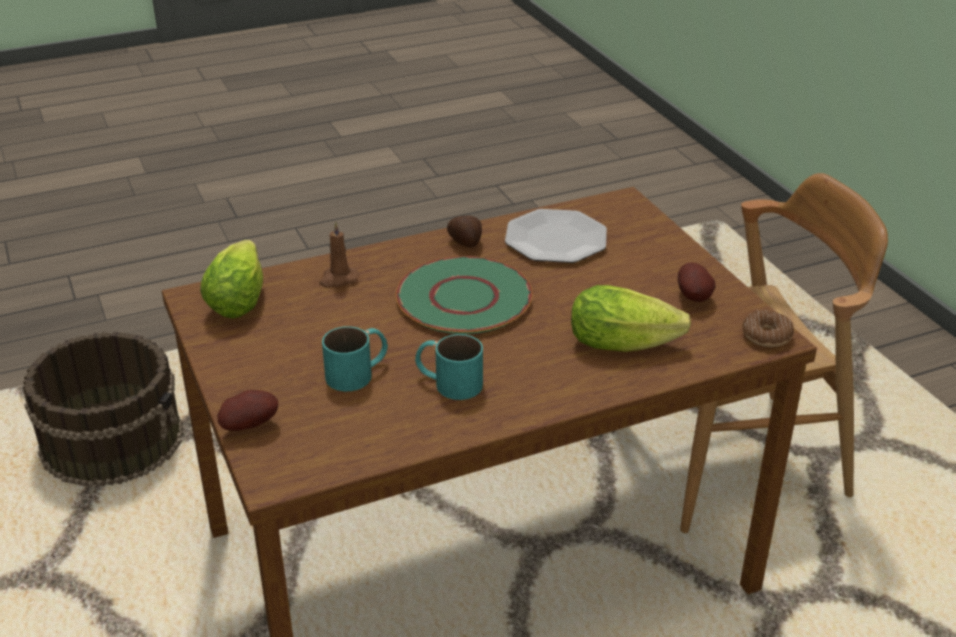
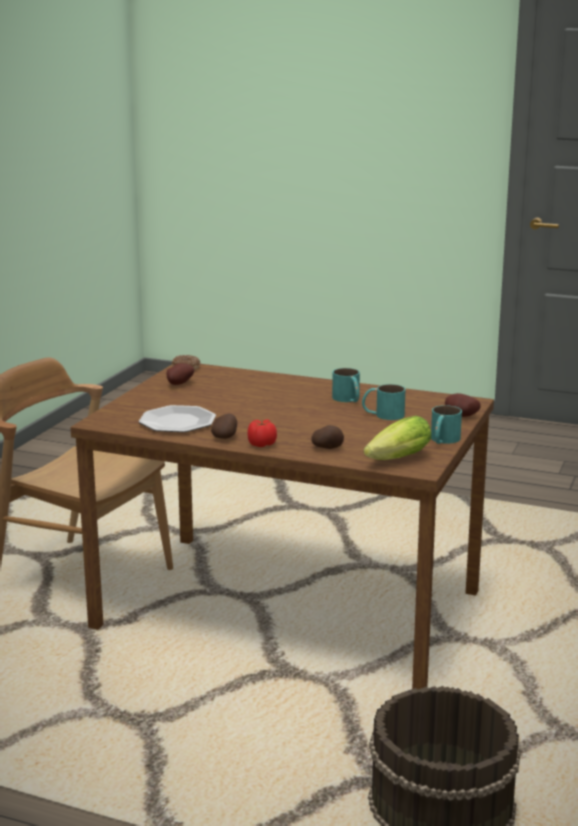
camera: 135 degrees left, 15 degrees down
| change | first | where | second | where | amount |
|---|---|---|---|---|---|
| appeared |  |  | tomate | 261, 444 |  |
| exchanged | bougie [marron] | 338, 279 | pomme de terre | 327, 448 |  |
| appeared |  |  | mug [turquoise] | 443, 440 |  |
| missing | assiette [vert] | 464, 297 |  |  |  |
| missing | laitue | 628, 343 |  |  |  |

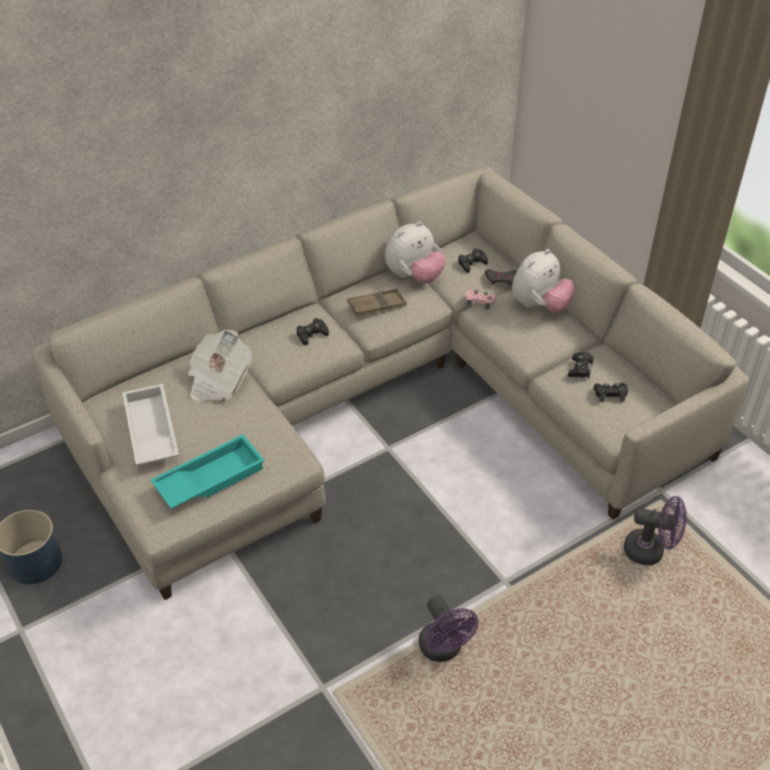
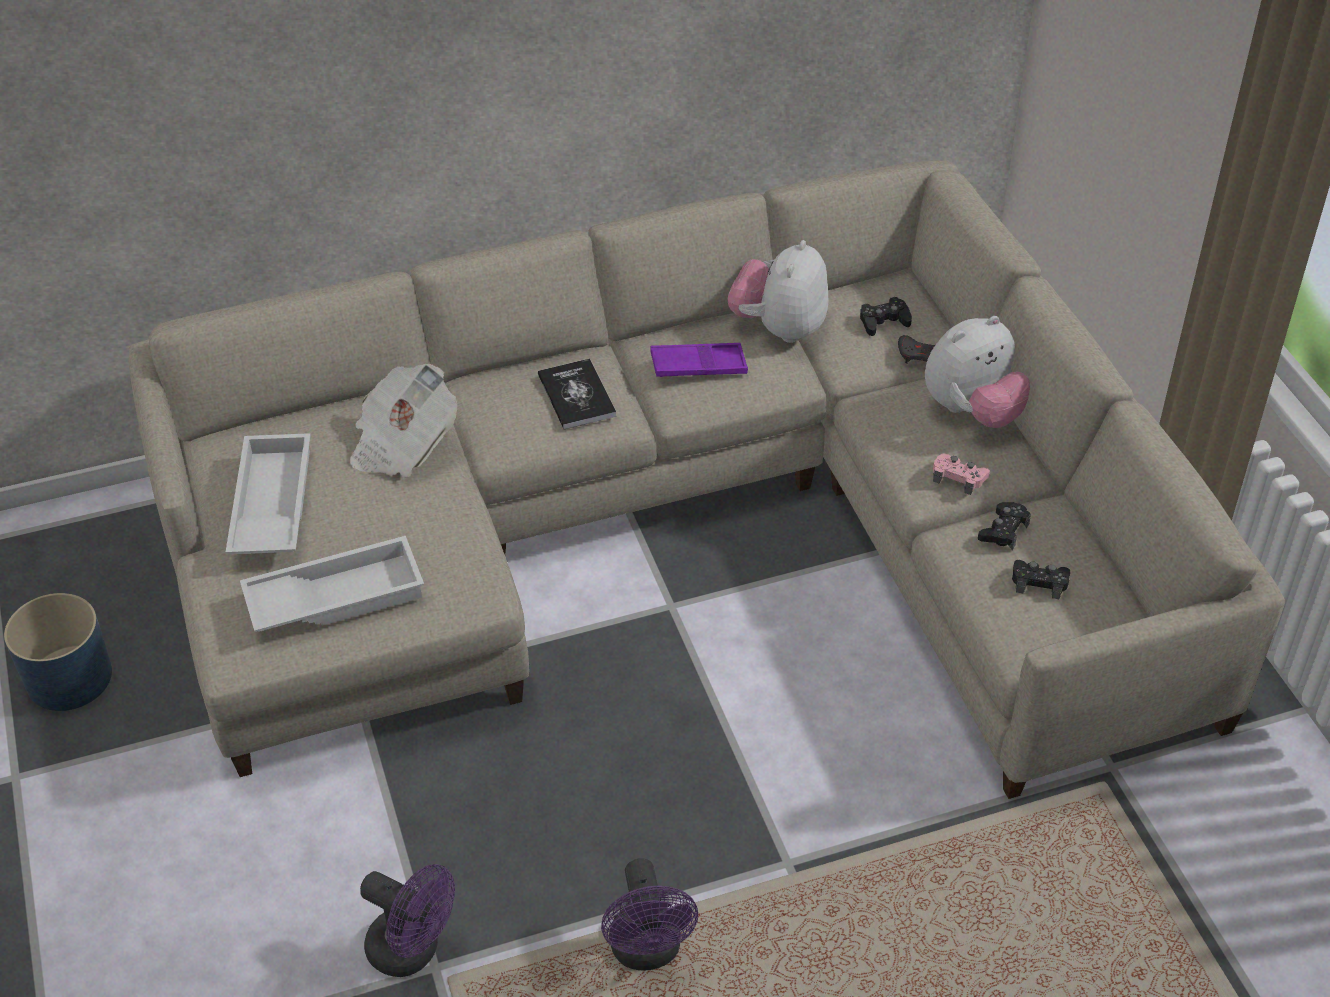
camera: 15 degrees right, 0 degrees up
| change | first | where | second | where | amount |
|---|---|---|---|---|---|
| colour | plateau [turquoise] | 210, 477 | plateau [blanc] | 336, 595 |  |
| relocated | ventilateur [violet] | 650, 551 |  | 413, 951 |  |
| exchanged | manette [noir] | 312, 334 | livre | 576, 395 |  |
| colour | plateau [marron] | 377, 305 | plateau [violet] | 698, 366 |  |
| spun | peluche | 414, 276 |  | 779, 328 | 135 degrees clockwise |
| relocated | manette [rose] | 480, 302 |  | 959, 477 |  |

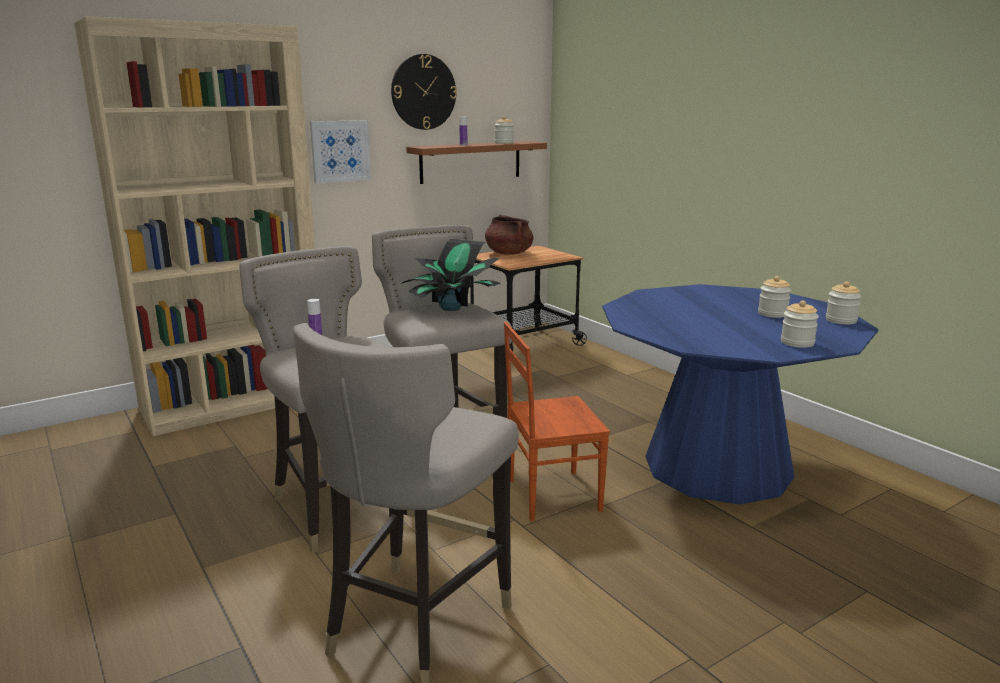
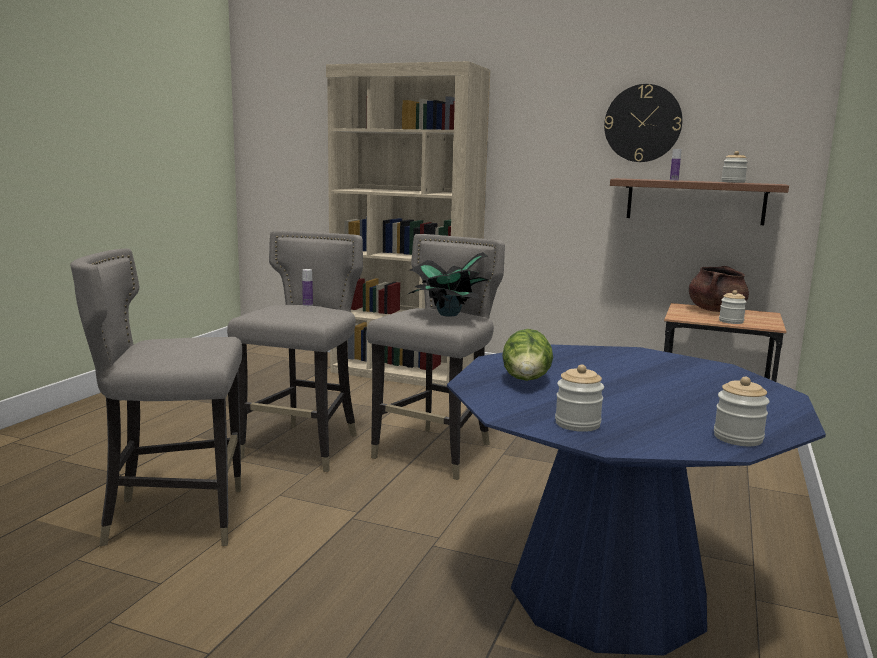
camera: 55 degrees right, 5 degrees down
| change | first | where | second | where | amount |
|---|---|---|---|---|---|
| appeared |  |  | laitue | 526, 381 |  |
| relocated | bocal | 772, 314 |  | 731, 321 |  |
| missing | tableau | 340, 151 |  |  |  |
| missing | chaise [marron] | 551, 494 |  |  |  |

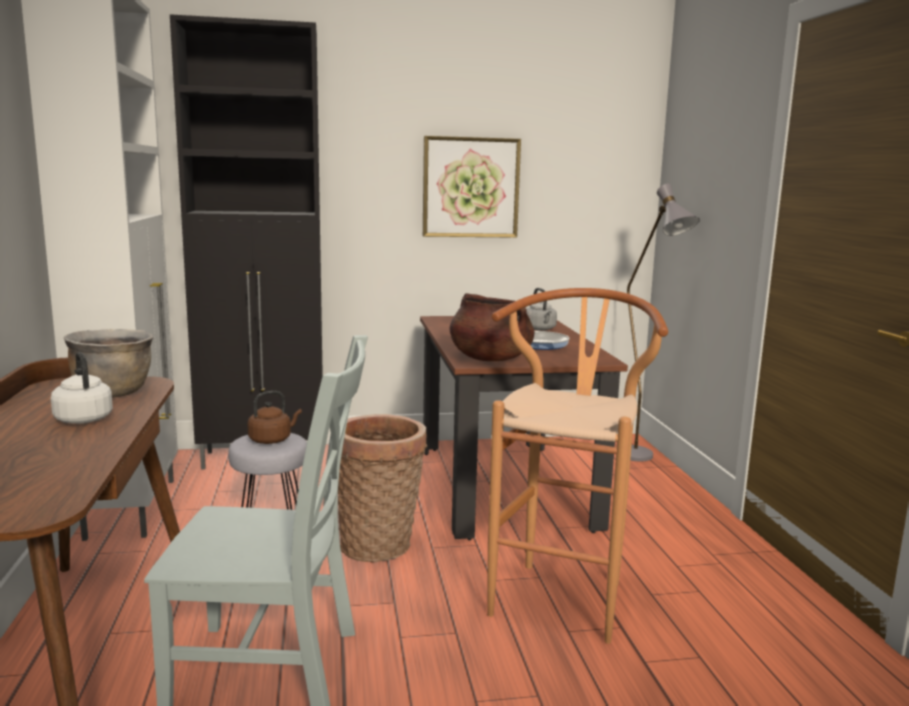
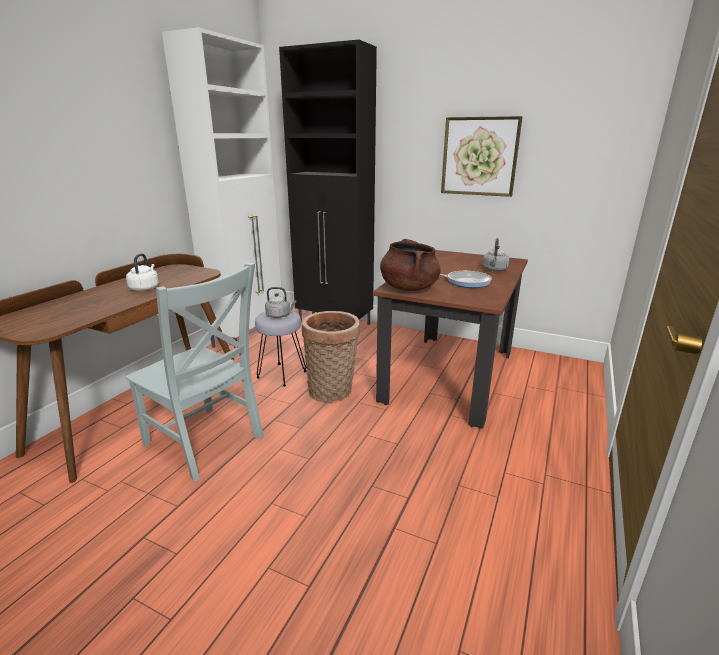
camera: 35 degrees right, 10 degrees up
| change | first | where | second | where | amount |
|---|---|---|---|---|---|
| colour | bouilloire [marron] | 272, 440 | bouilloire [gris] | 280, 315 |  |
| missing | marmite [marron] | 113, 393 |  |  |  |
| missing | tabouret [marron] | 563, 593 |  |  |  |
| missing | lampadaire [gris] | 643, 459 |  |  |  |

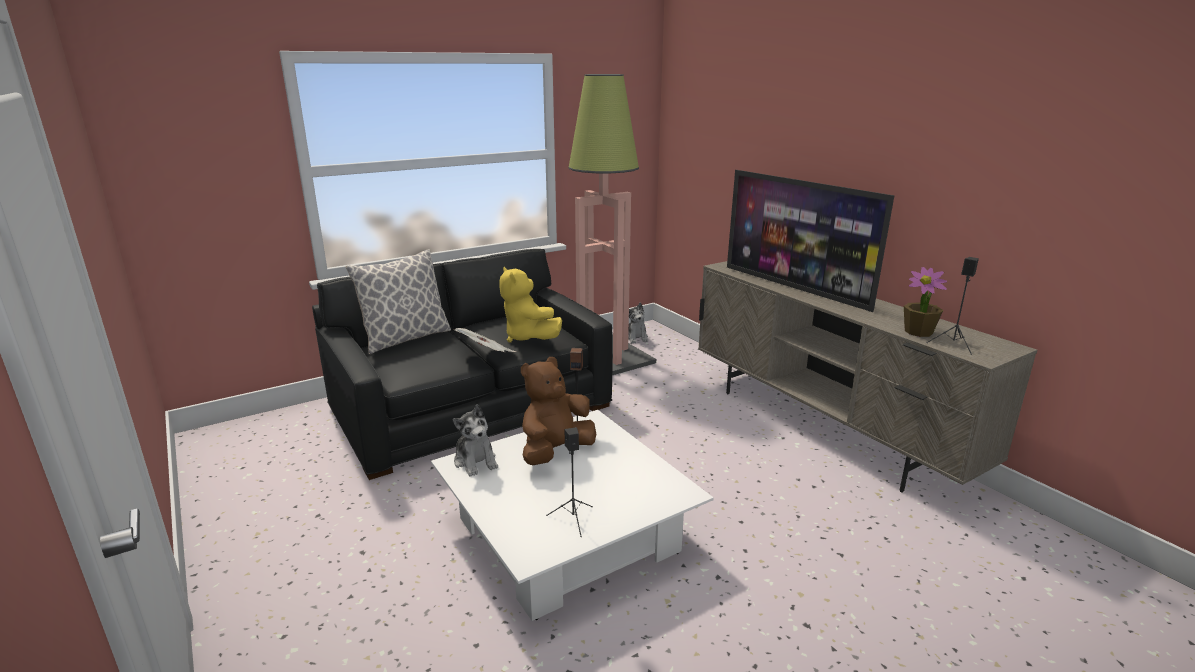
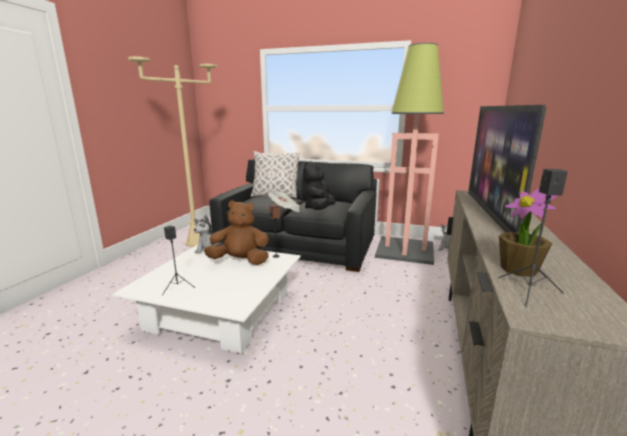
camera: 50 degrees right, 5 degrees down
| change | first | where | second | where | amount |
|---|---|---|---|---|---|
| appeared |  |  | lampadaire [beige] | 195, 243 |  |
| colour | peluche [jaune] | 528, 337 | peluche [noir] | 319, 209 |  |

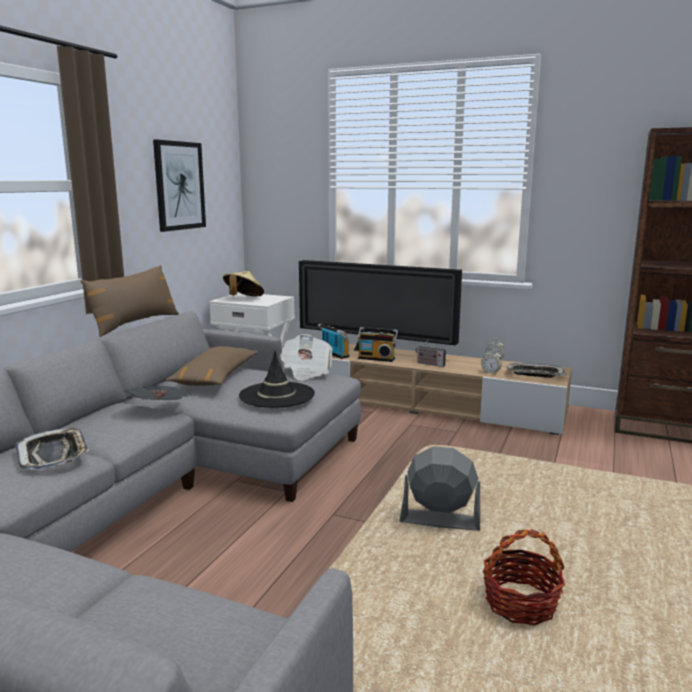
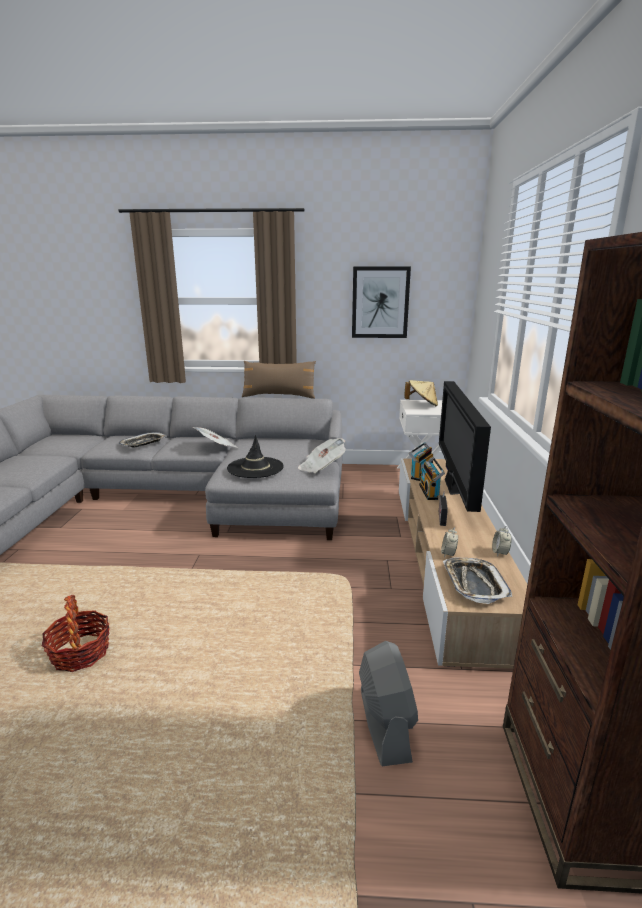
camera: 70 degrees right, 5 degrees up
| change | first | where | second | where | amount |
|---|---|---|---|---|---|
| relocated | ventilateur [gris] | 439, 521 |  | 384, 724 |  |
| missing | coussin [marron] | 215, 377 |  |  |  |

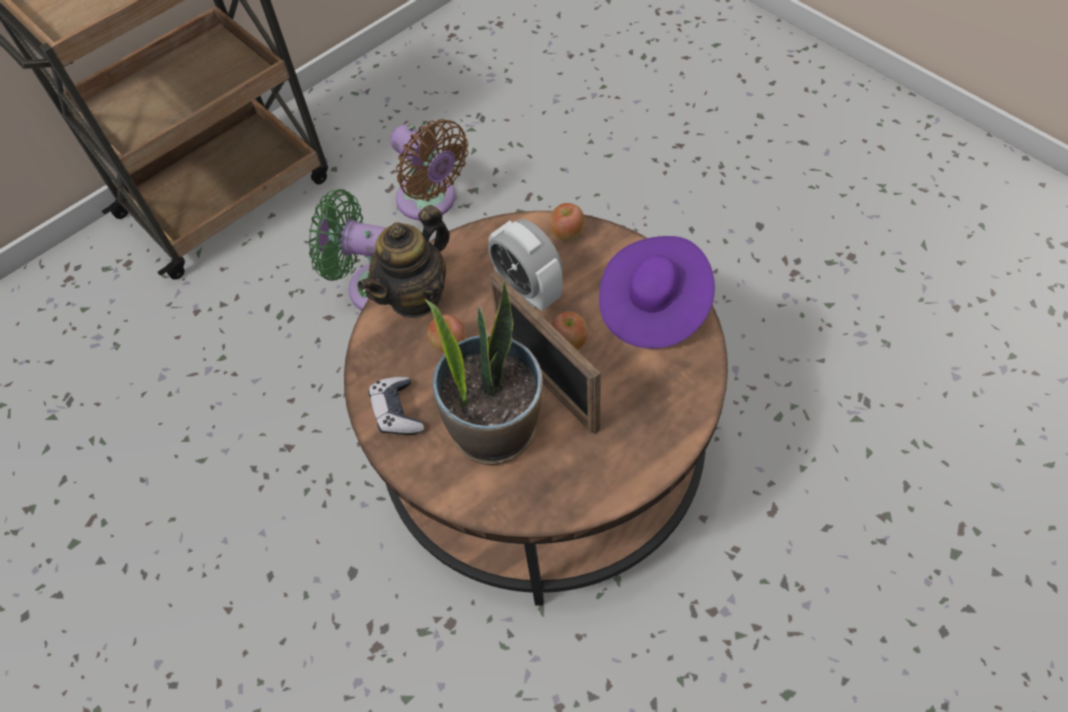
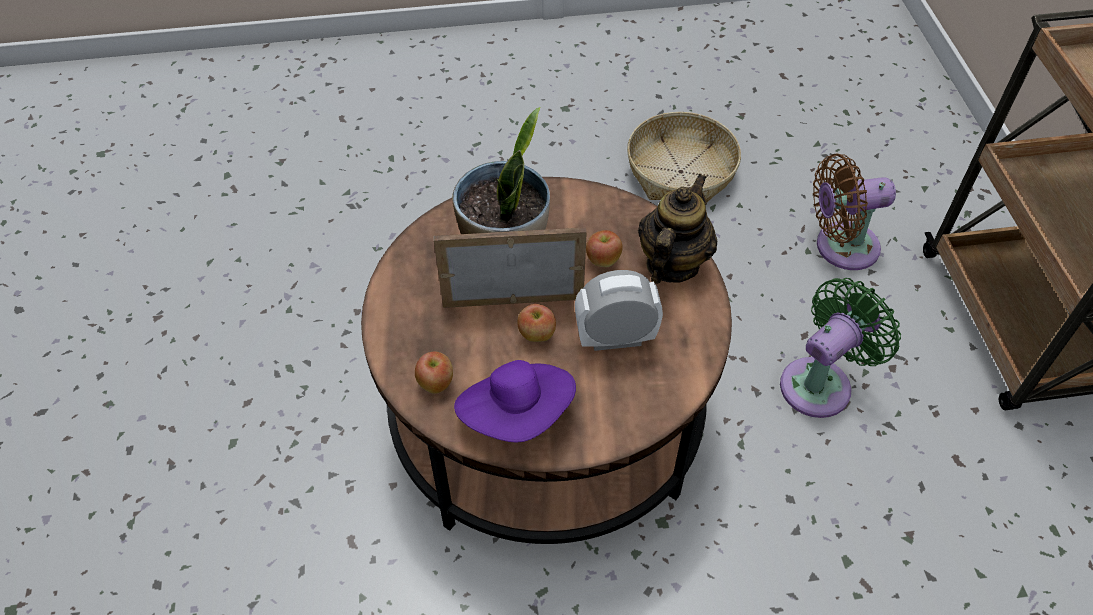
camera: 120 degrees right, 5 degrees down
| change | first | where | second | where | amount |
|---|---|---|---|---|---|
| relocated | pomme | 567, 233 |  | 436, 383 |  |
| appeared |  |  | panier | 680, 172 |  |
| spun | théière | 416, 296 |  | 672, 264 | 45 degrees clockwise |
| relocated | ventilateur [marron] | 430, 201 |  | 840, 247 |  |
| missing | manette | 397, 412 |  |  |  |

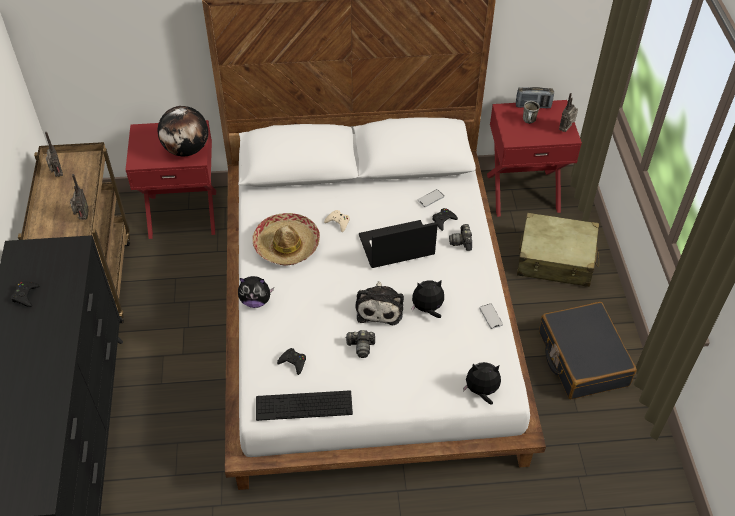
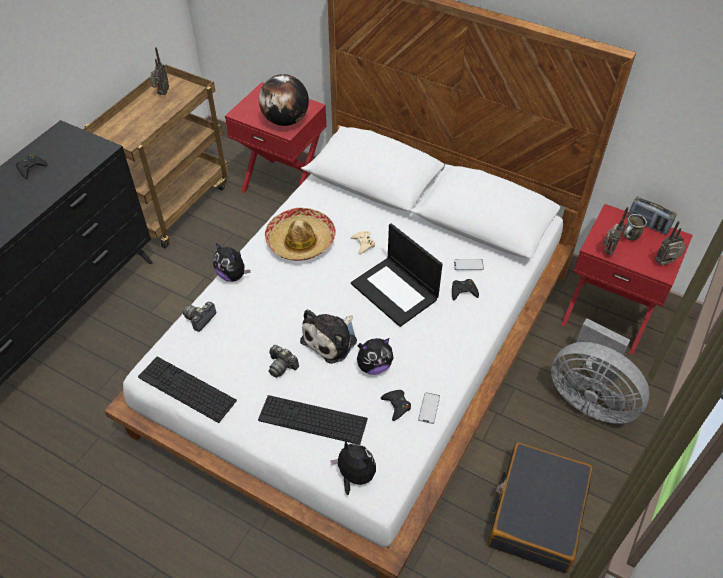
camera: 35 degrees right, 0 degrees up
| change | first | where | second | where | amount |
|---|---|---|---|---|---|
| relocated | appareil photo | 462, 242 |  | 200, 319 |  |
| appeared |  |  | clavier | 312, 419 |  |
| spun | ordinateur portable | 396, 246 |  | 395, 291 | 150 degrees counterclockwise |
| spun | peluche | 427, 309 |  | 374, 366 | 135 degrees clockwise |
| relocated | manette [noir] | 293, 362 |  | 396, 405 |  |
| exchanged | valise [beige] | 556, 259 | ventilateur [gris] | 589, 398 |  |
| relocated | radio | 82, 217 |  | 607, 252 |  |

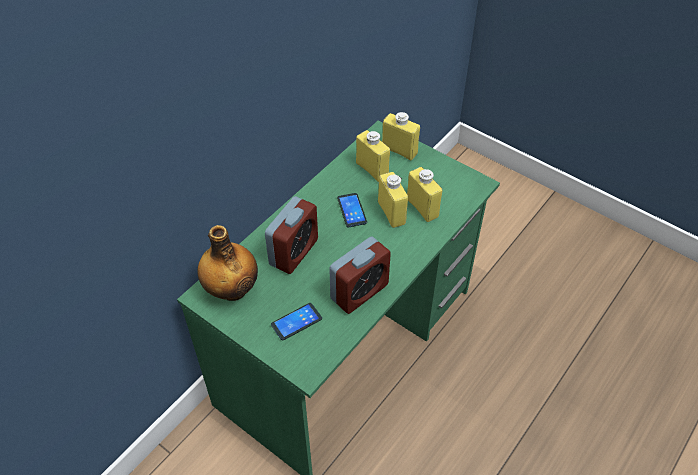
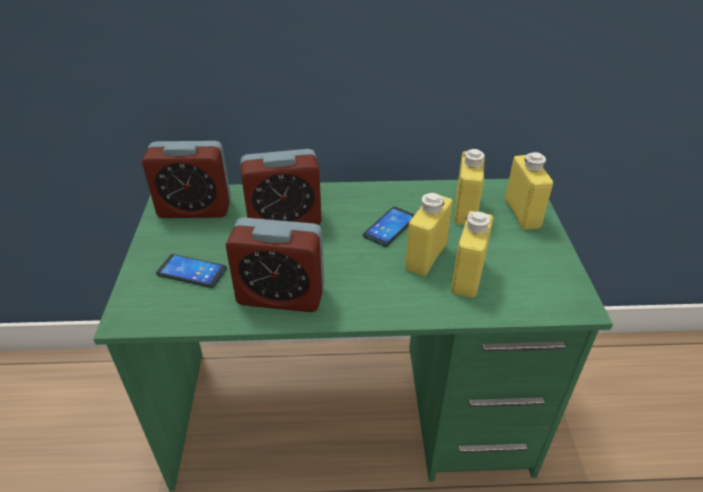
camera: 50 degrees right, 10 degrees down
| change | first | where | second | where | amount |
|---|---|---|---|---|---|
| exchanged | bouteille | 232, 289 | réveil | 195, 209 |  |

